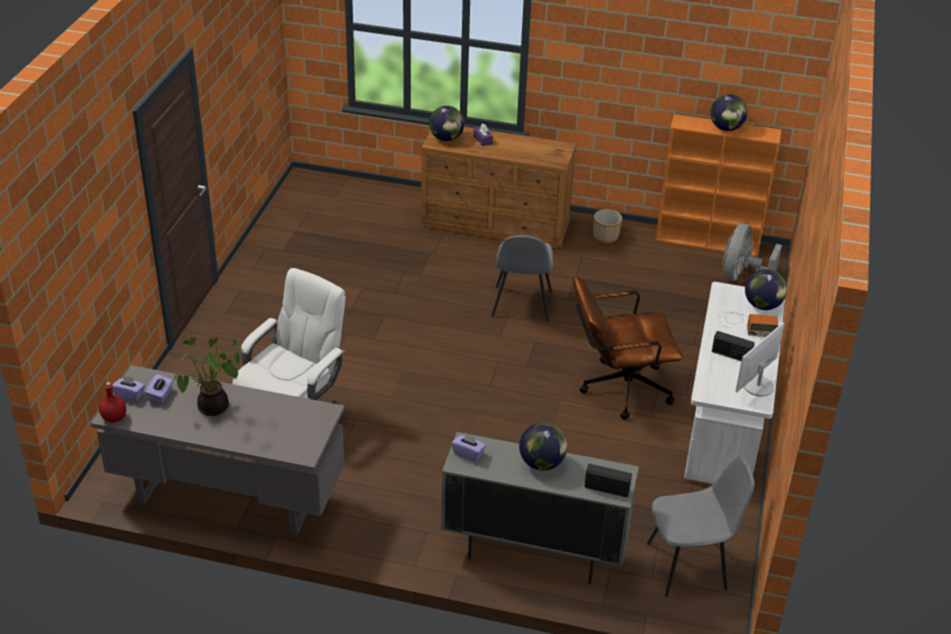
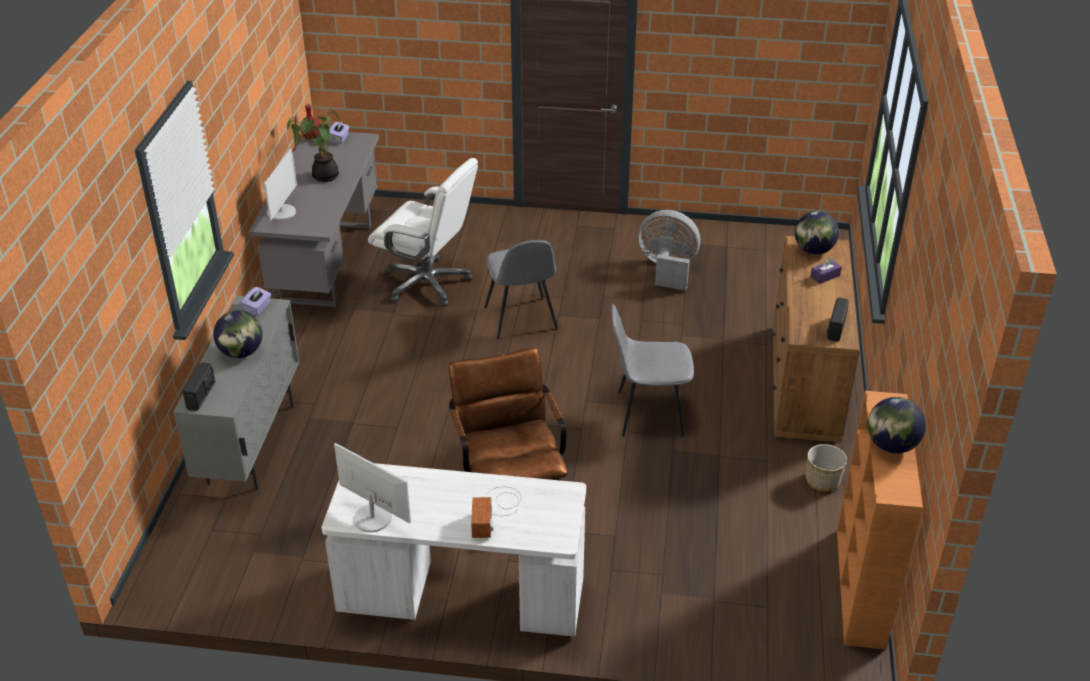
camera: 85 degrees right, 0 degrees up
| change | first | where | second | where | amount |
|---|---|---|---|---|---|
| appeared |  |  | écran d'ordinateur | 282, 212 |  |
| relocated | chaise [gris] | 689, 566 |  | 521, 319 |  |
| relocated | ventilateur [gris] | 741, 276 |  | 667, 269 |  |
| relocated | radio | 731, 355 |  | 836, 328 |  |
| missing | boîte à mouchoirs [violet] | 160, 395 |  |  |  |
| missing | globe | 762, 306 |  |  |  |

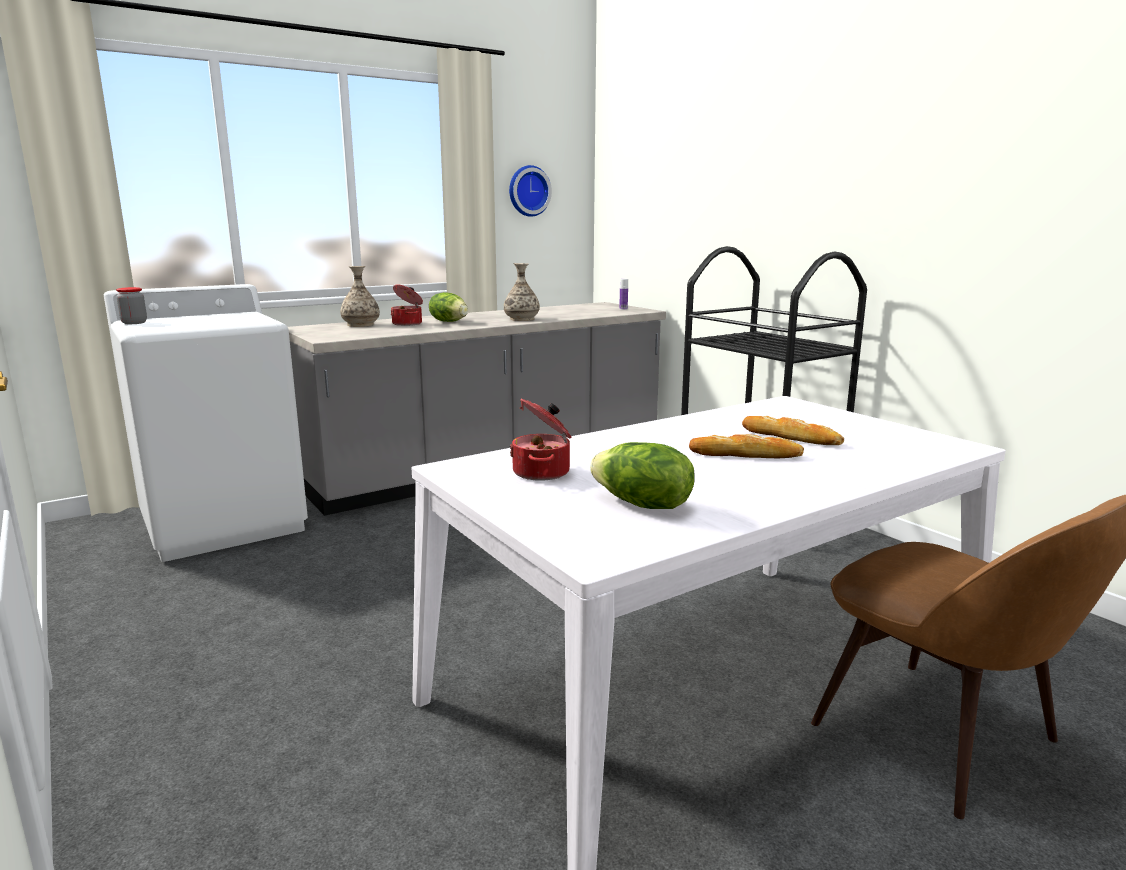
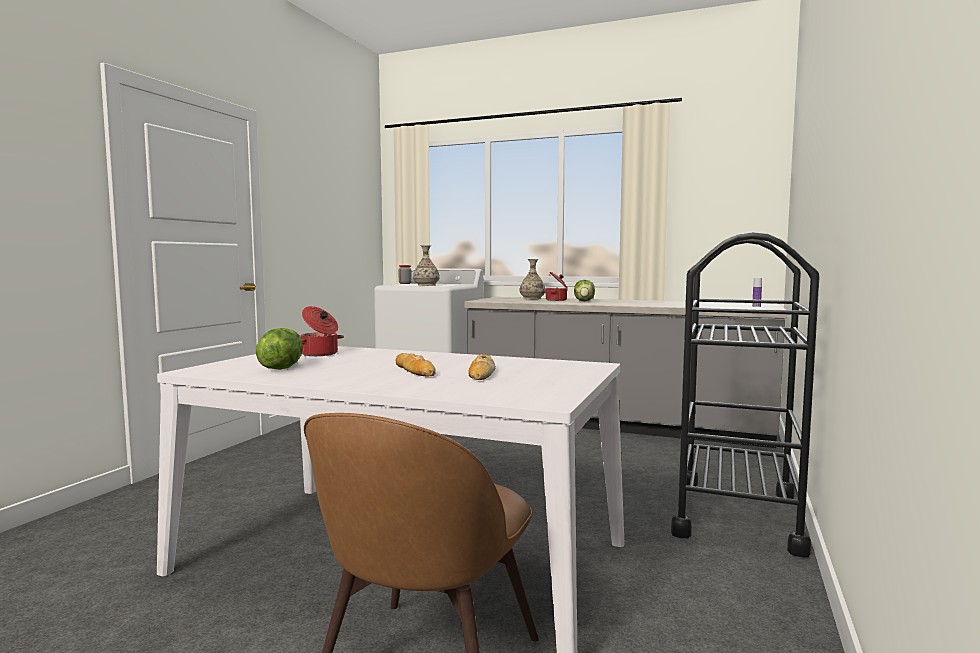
camera: 55 degrees right, 10 degrees down
| change | first | where | second | where | amount |
|---|---|---|---|---|---|
| relocated | vase | 522, 319 |  | 426, 285 |  |
| missing | horloge murale | 528, 191 |  |  |  |

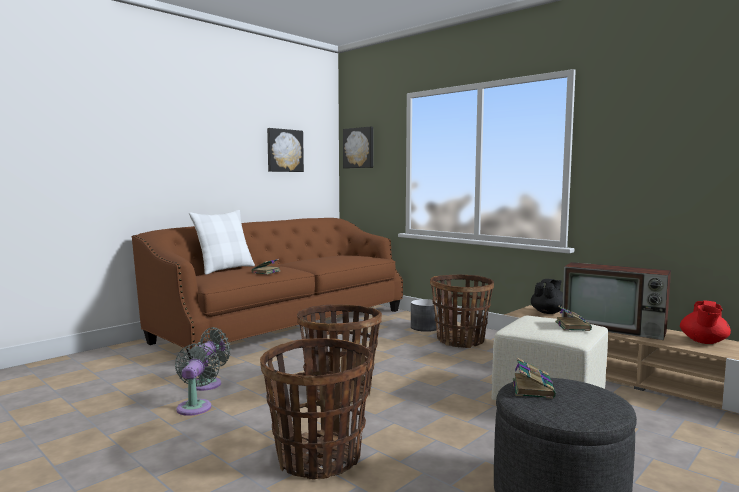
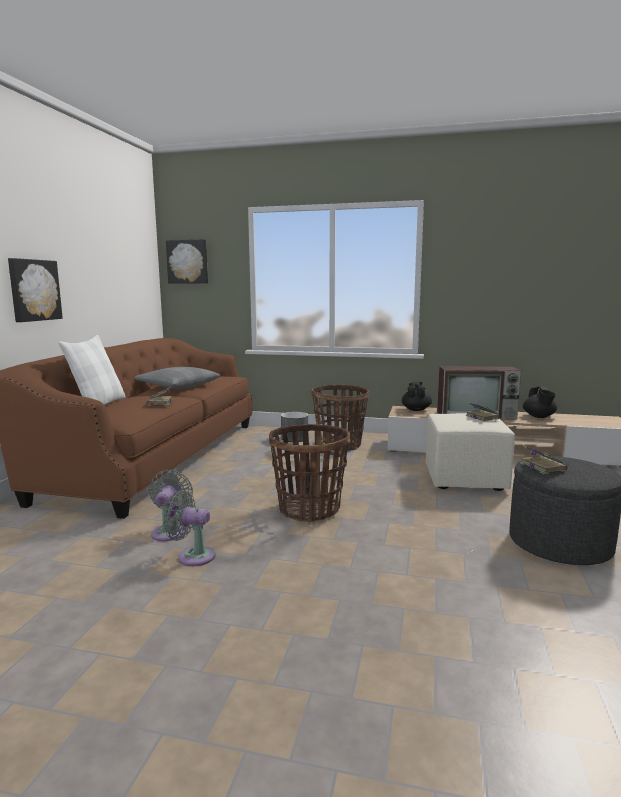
camera: 30 degrees left, 5 degrees up
| change | first | where | second | where | amount |
|---|---|---|---|---|---|
| relocated | tableau | 284, 150 |  | 34, 290 |  |
| appeared |  |  | coussin [gris] | 177, 386 |  |
| spun | ventilateur [gris] | 195, 406 |  | 192, 556 | 45 degrees counterclockwise |
| colour | théière [rouge] | 703, 342 | théière [noir] | 539, 417 |  |
| missing | panier | 318, 458 |  |  |  |

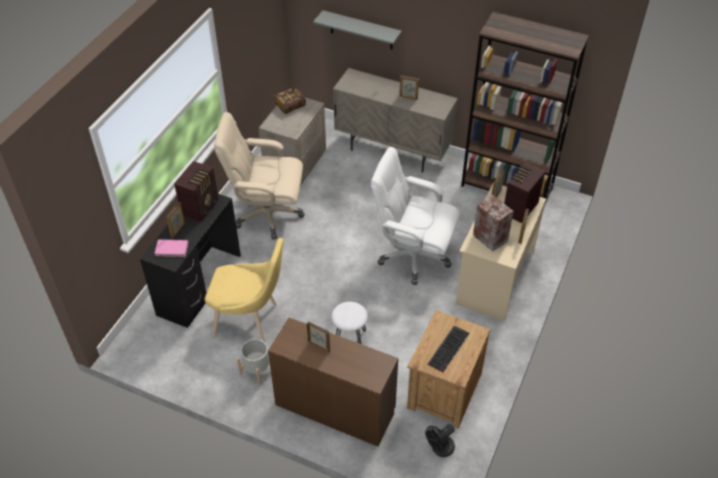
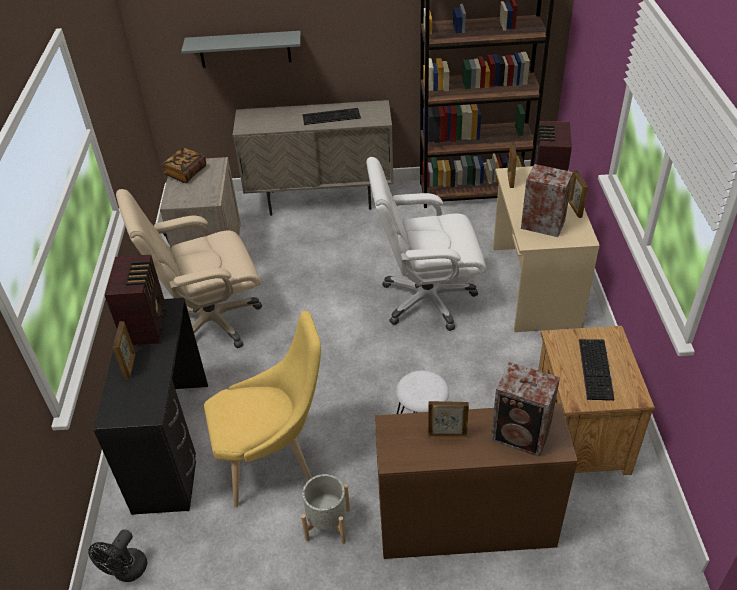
camera: 25 degrees left, 5 degrees down
| change | first | where | second | where | amount |
|---|---|---|---|---|---|
| relocated | ventilateur [noir] | 440, 449 |  | 127, 572 |  |
| exchanged | cadre photo | 408, 97 | clavier | 332, 116 |  |
| appeared |  |  | enceinte | 522, 435 |  |
| missing | livre [rose] | 172, 249 |  |  |  |

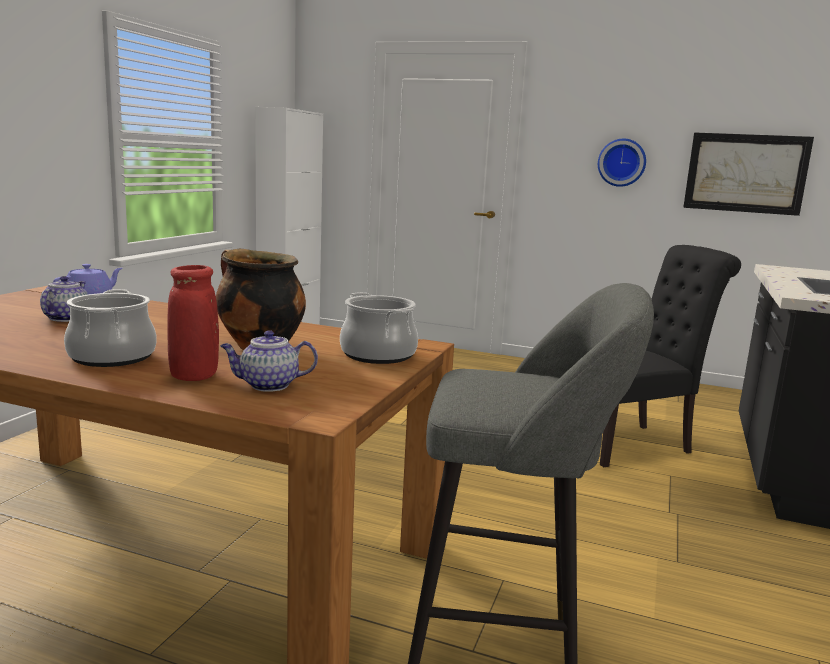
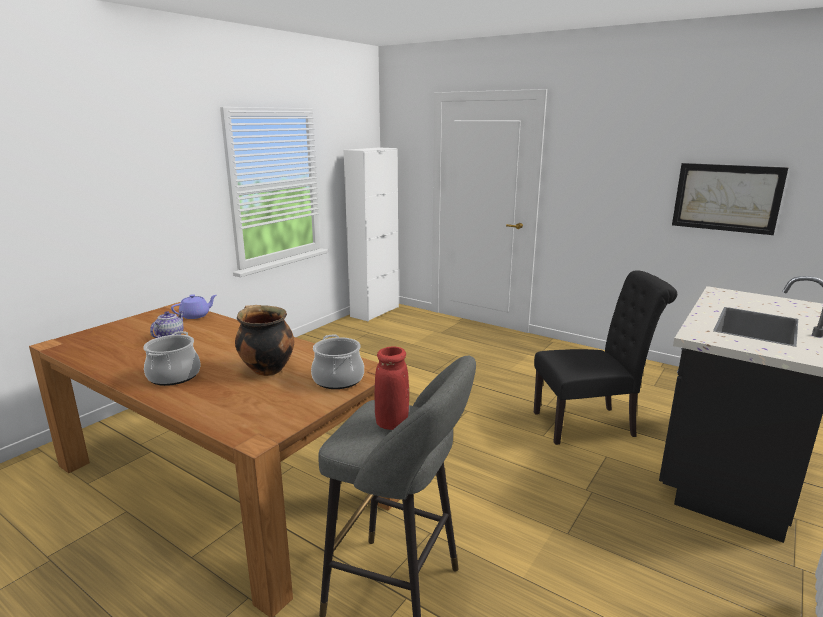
camera: 15 degrees right, 5 degrees up
| change | first | where | second | where | amount |
|---|---|---|---|---|---|
| relocated | vase [rouge] | 194, 376 |  | 392, 423 |  |
| missing | théière | 268, 385 |  |  |  |
| missing | horloge murale | 621, 162 |  |  |  |

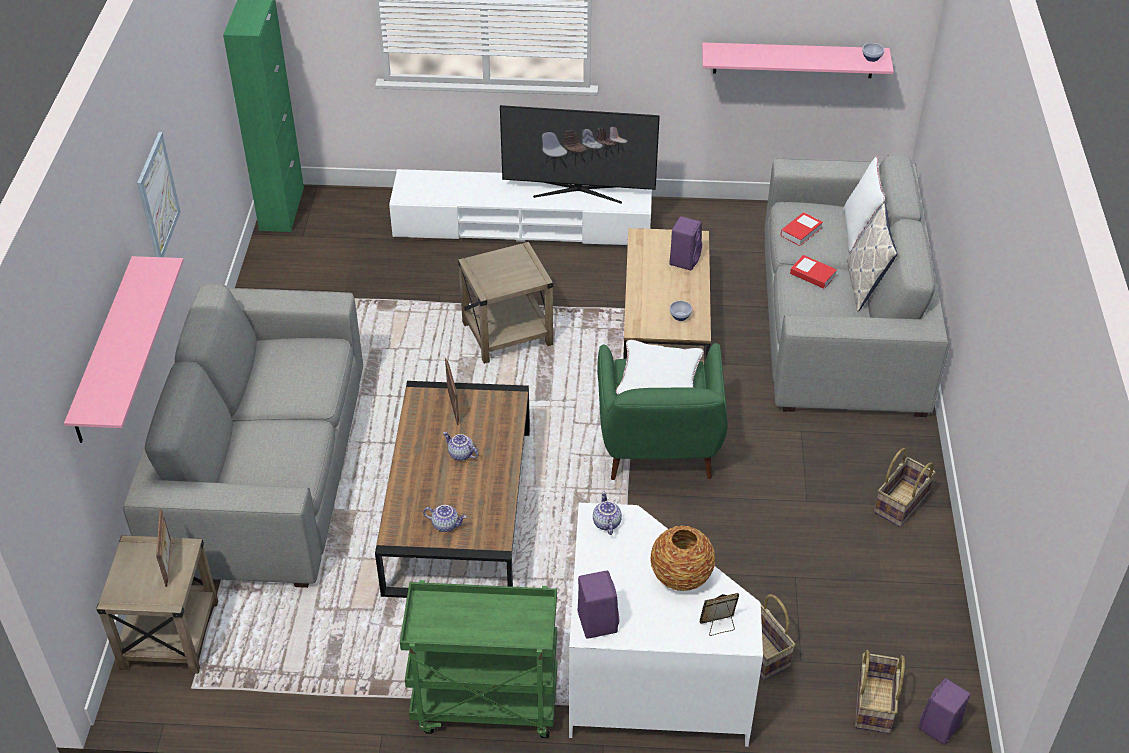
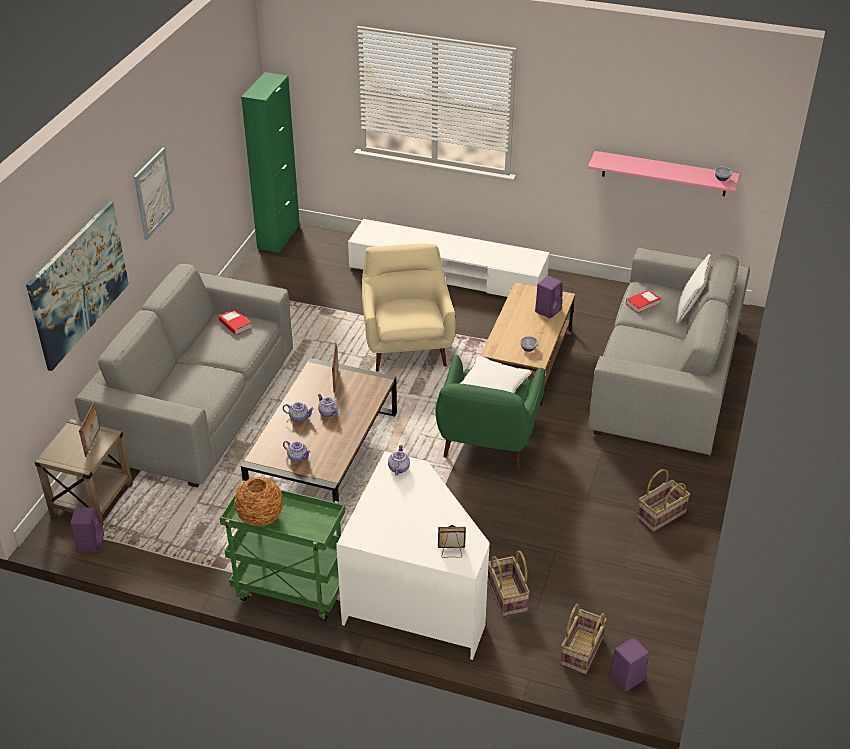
camera: 15 degrees right, 5 degrees down
| change | first | where | second | where | amount |
|---|---|---|---|---|---|
| exchanged | étagère [rose] | 104, 351 | tableau | 79, 284 |  |
| relocated | enceinte [violet] | 596, 621 |  | 90, 542 |  |
| relocated | livre | 812, 275 |  | 235, 324 |  |
| relocated | vase | 680, 576 |  | 260, 517 |  |
| appeared |  |  | théière | 299, 417 |  |
| exchanged | table d'appoint [beige] | 508, 333 | fauteuil [beige] | 407, 345 |  |
| missing | téléviseur | 578, 191 |  |  |  |
| missing | coussin | 865, 285 |  |  |  |

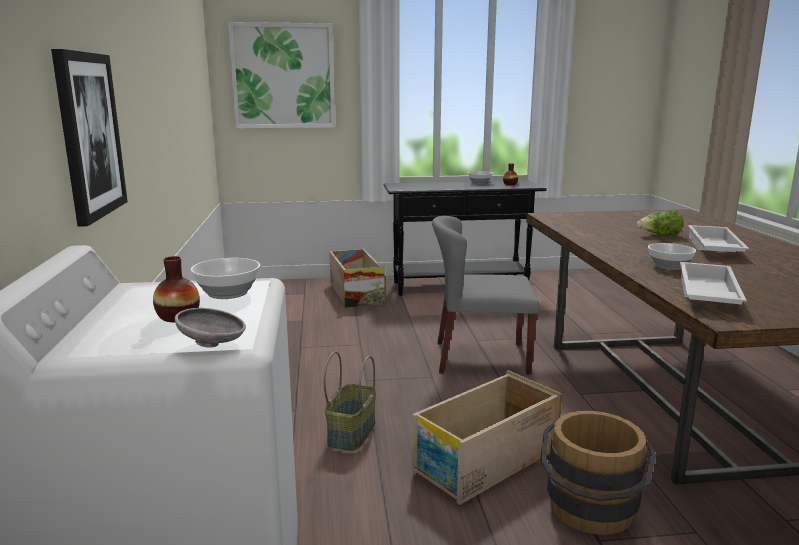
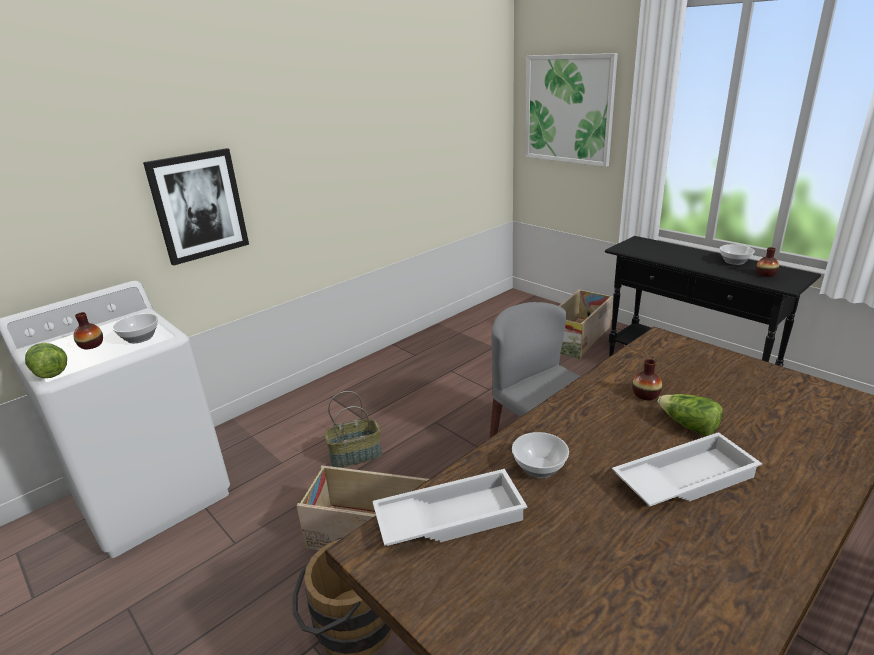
camera: 55 degrees right, 10 degrees up
| change | first | where | second | where | amount |
|---|---|---|---|---|---|
| exchanged | bol [gris] | 214, 345 | laitue | 49, 371 |  |
| appeared |  |  | vase | 645, 395 |  |

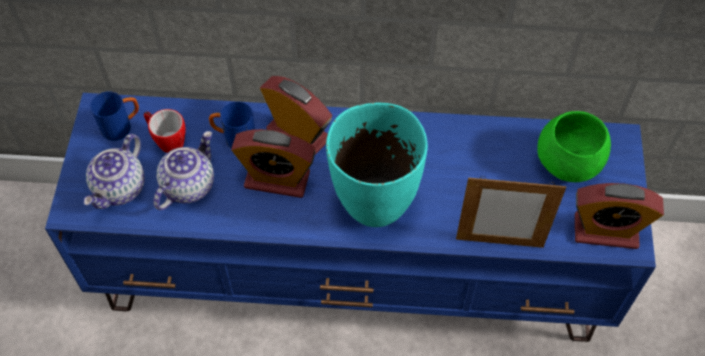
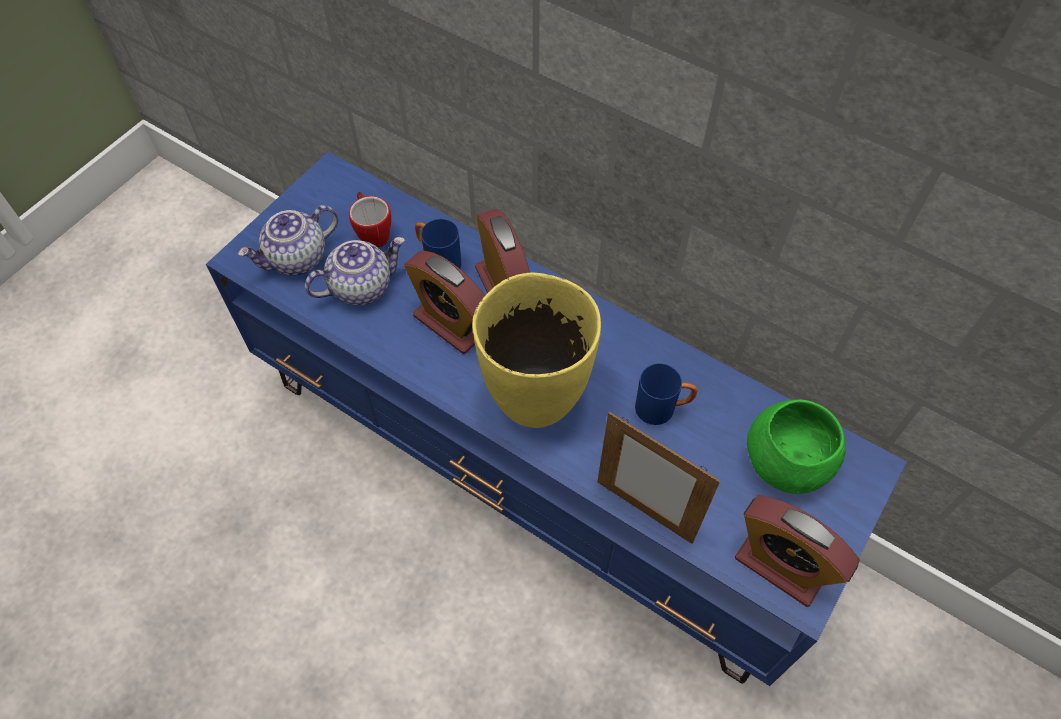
camera: 30 degrees right, 0 degrees up
| change | first | where | second | where | amount |
|---|---|---|---|---|---|
| colour | vase [turquoise] | 374, 202 | vase [jaune] | 535, 396 |  |
| relocated | mug [bleu] | 122, 126 |  | 662, 408 |  |

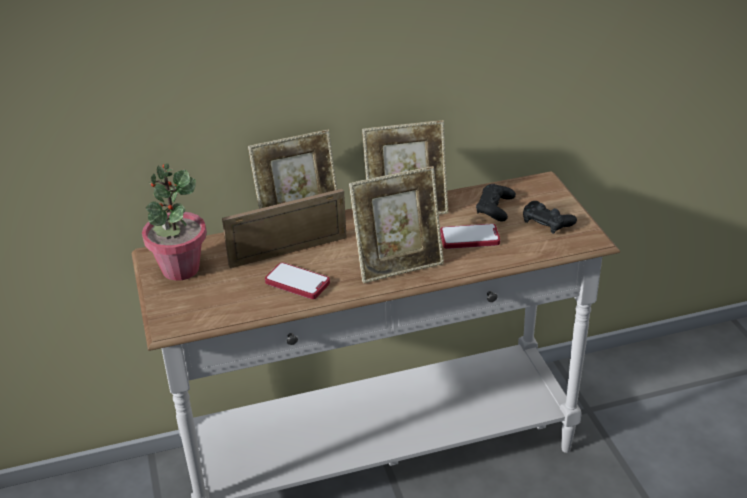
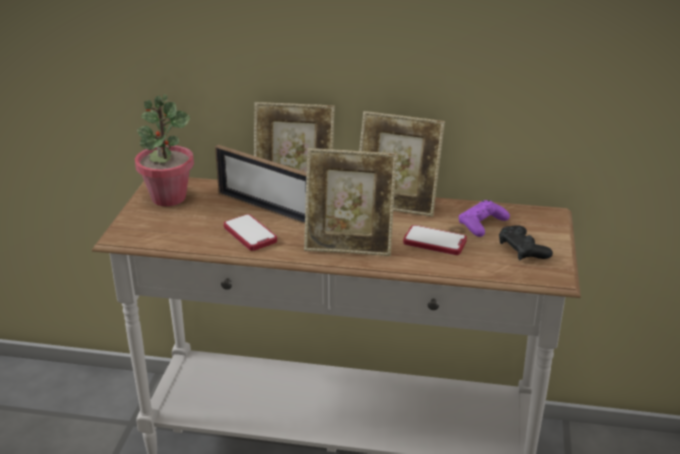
camera: 25 degrees right, 5 degrees down
| change | first | where | second | where | amount |
|---|---|---|---|---|---|
| spun | cadre photo | 288, 251 |  | 265, 208 | 150 degrees counterclockwise |
| colour | manette [noir] | 495, 208 | manette [violet] | 482, 224 |  |

